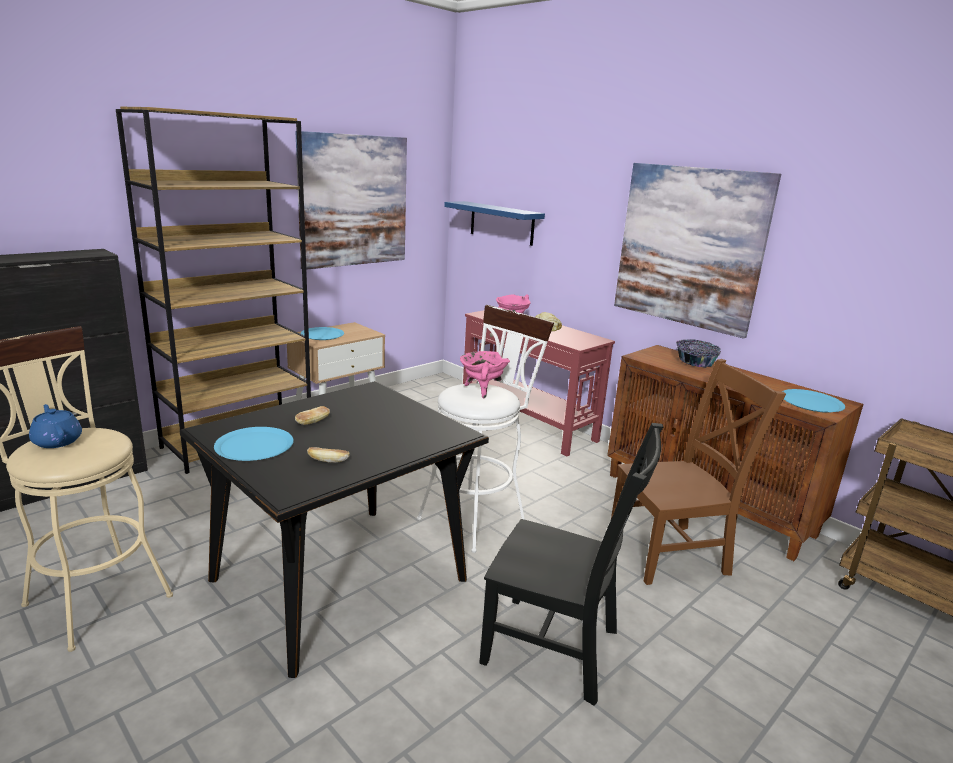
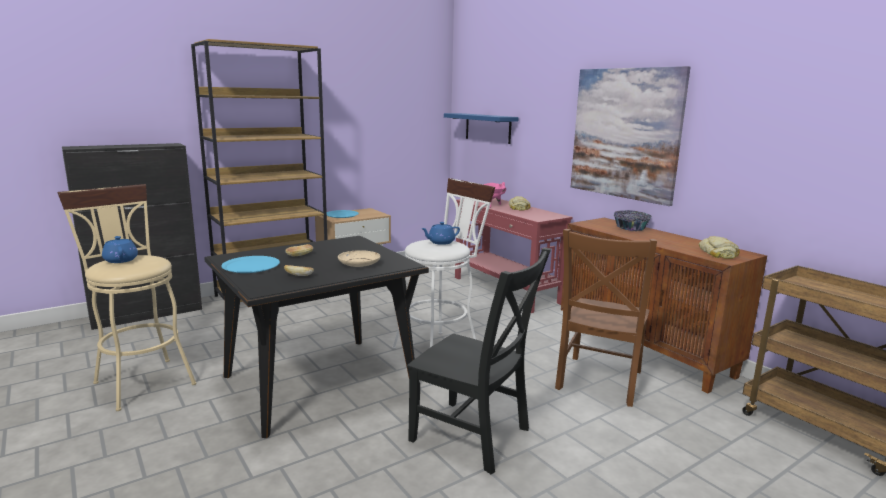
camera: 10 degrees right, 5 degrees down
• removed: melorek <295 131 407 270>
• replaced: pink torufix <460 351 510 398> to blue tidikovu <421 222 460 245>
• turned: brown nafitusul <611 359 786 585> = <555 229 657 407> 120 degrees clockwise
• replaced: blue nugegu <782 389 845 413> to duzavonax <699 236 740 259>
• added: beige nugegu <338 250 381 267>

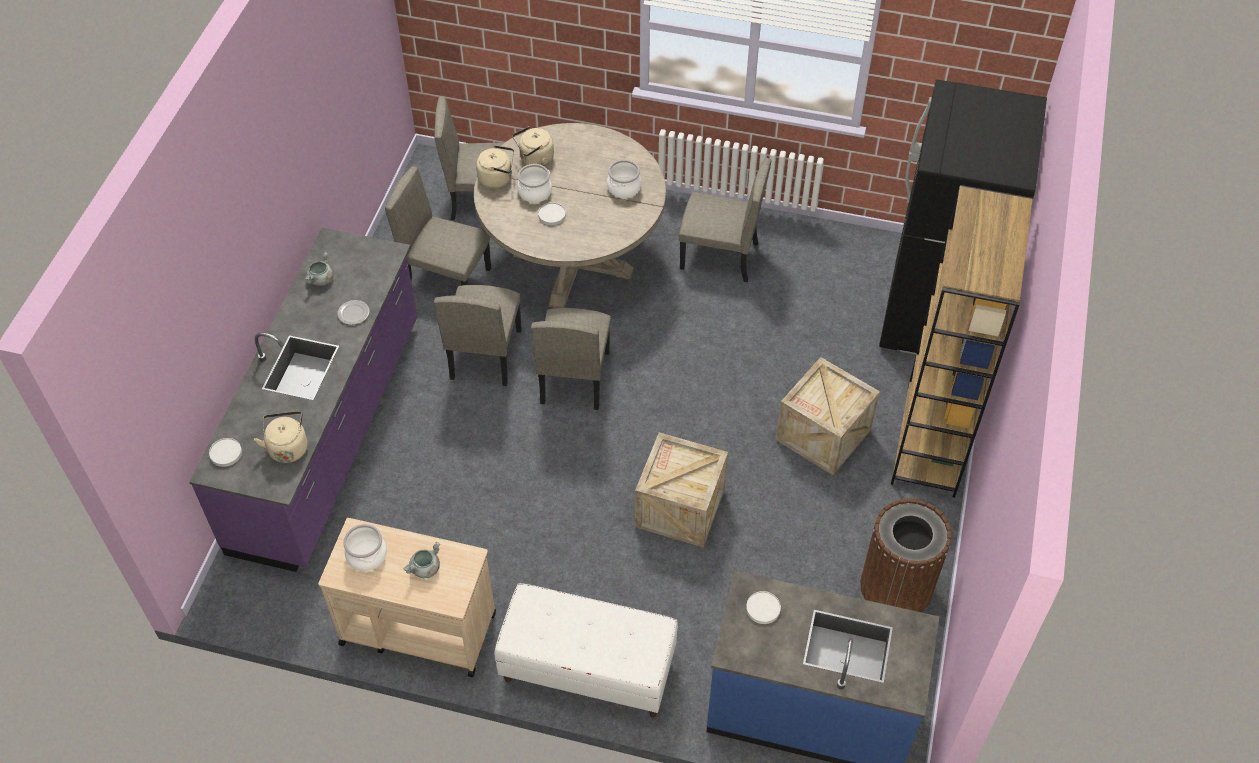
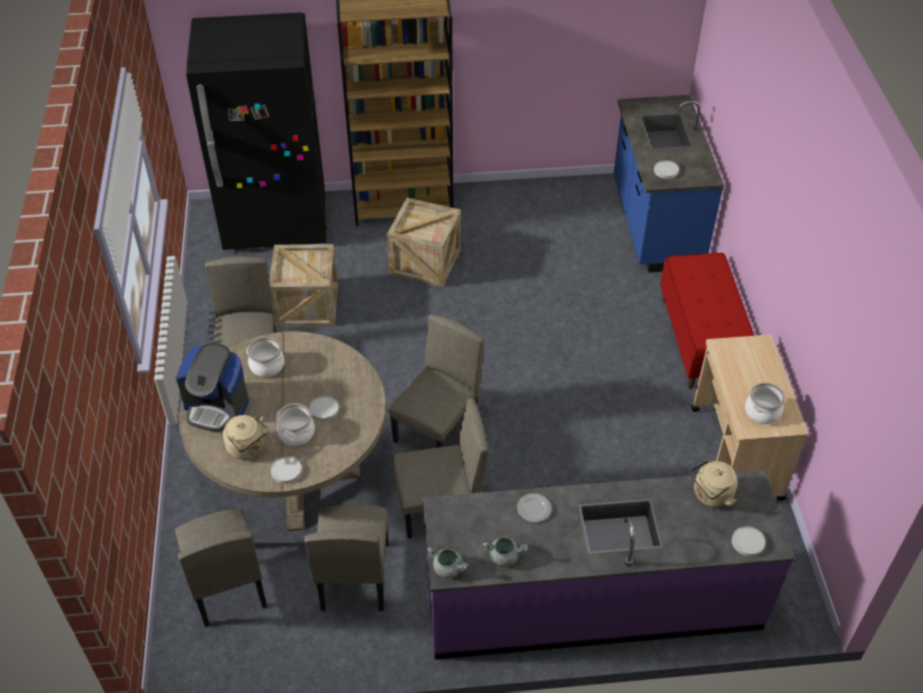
camera: 110 degrees left, 5 degrees down
• moved: grey torufix <403 542 440 578> to <427 548 468 578>
• replaced: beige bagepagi <476 145 514 188> to white nugegu <271 456 302 484>
• recoloured: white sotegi <494 583 678 718> to red sotegi <660 253 755 389>
• turned: beige nafitusul <531 308 611 410> = <388 314 484 448> 45 degrees counterclockwise
• moved: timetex <635 432 728 548> to <269 244 338 327>
• removed: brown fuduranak <860 499 952 612>
• added: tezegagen <176 343 249 432>

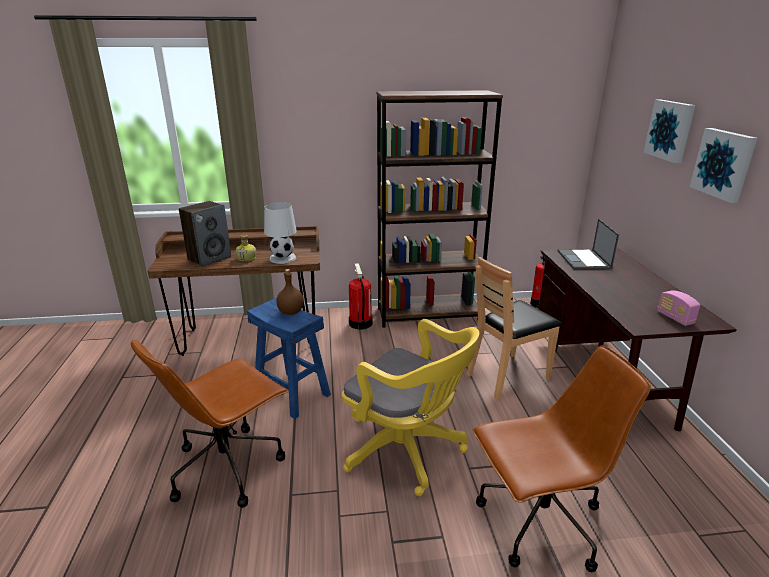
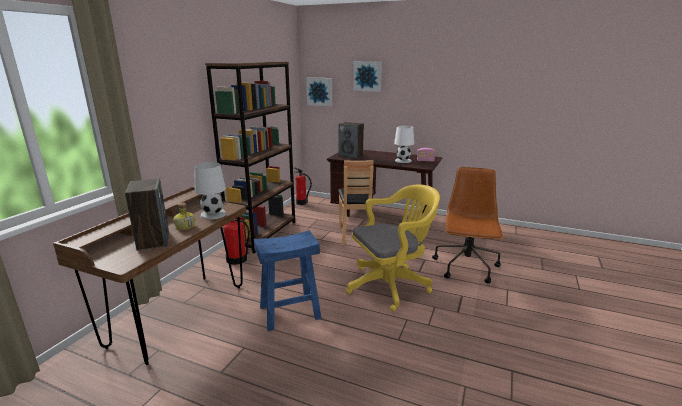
camera: 60 degrees left, 5 degrees down
• removed: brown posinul <131 339 289 508>
• removed: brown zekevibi <276 269 304 315>
• replaced: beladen <558 219 619 270> to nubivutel <339 122 364 159>
• moved: melorek <690 128 757 203> to <306 77 332 106>
• added: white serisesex <394 125 414 163>

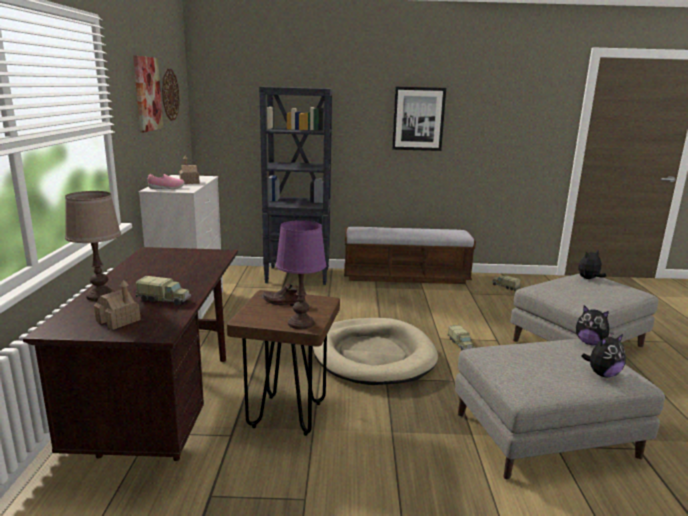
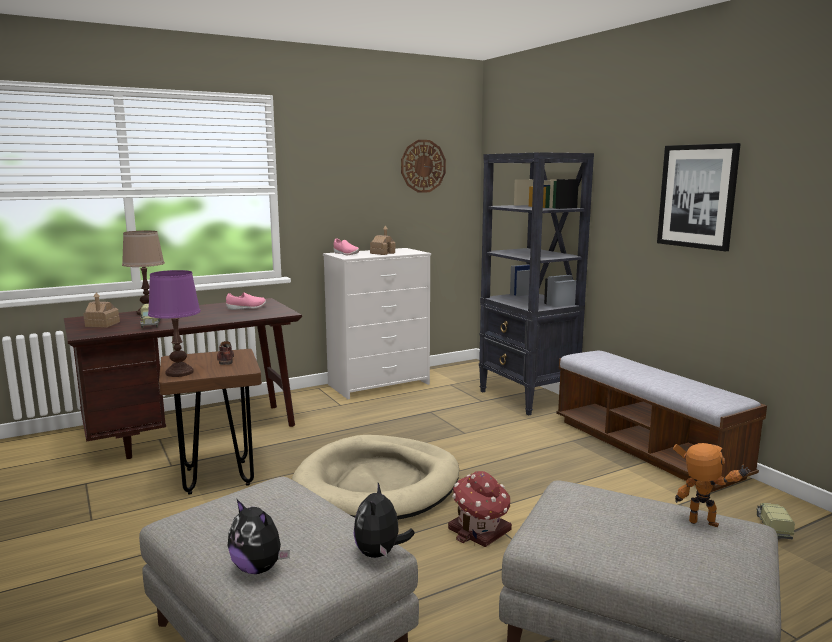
camera: 60 degrees right, 5 degrees down
• removed: melorek <133 55 163 133>
• replaced: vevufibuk <448 325 474 351> to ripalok <448 471 512 547>
• replaced: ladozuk <578 249 606 279> to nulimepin <673 443 750 527>
• added: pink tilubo <226 292 266 310>

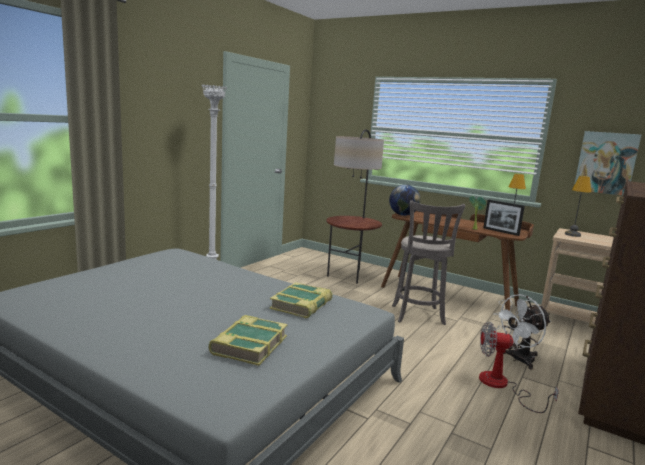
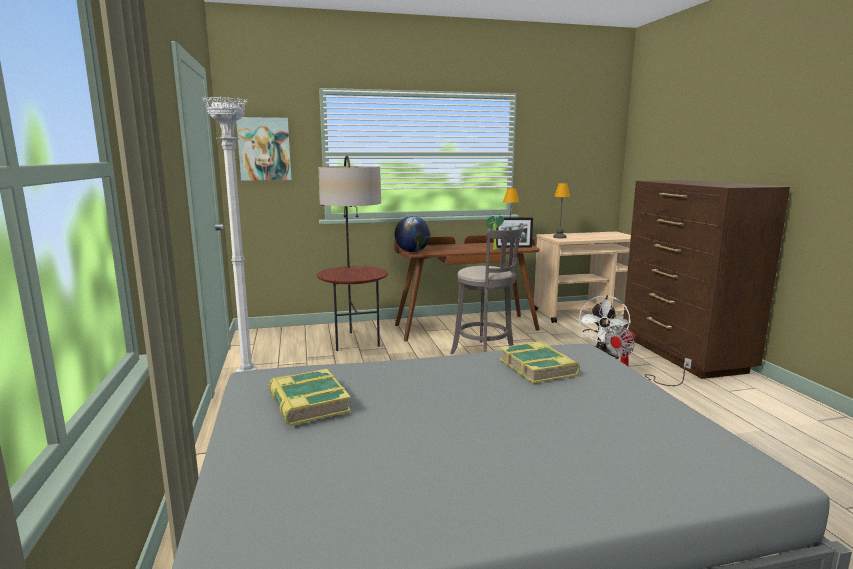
camera: 45 degrees left, 0 degrees up
• moved: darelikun <208 315 288 366> to <268 369 351 426>
• moved: melorek <574 131 641 196> to <236 117 292 181>

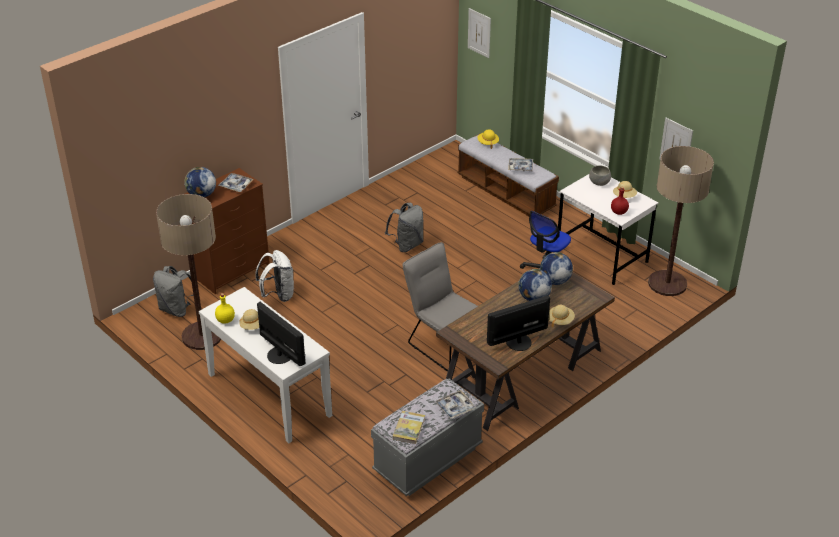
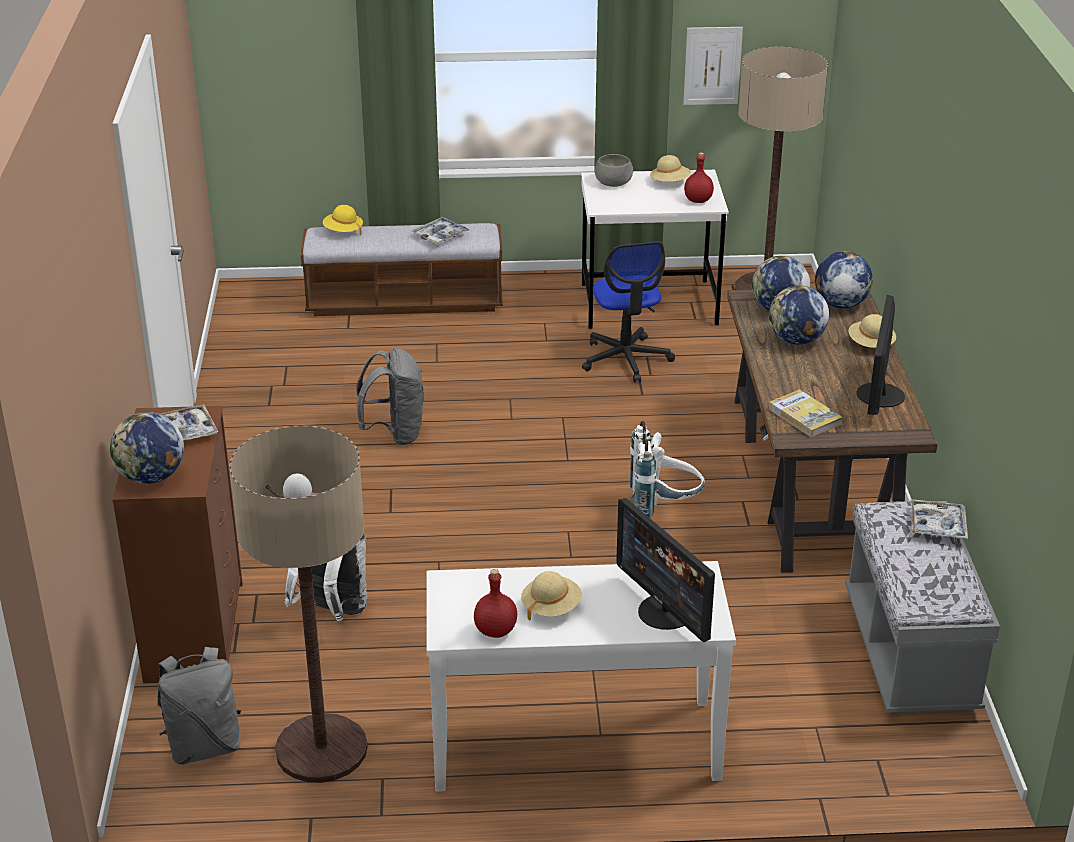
camera: 50 degrees left, 5 degrees down
• recoloured: yellow zekevibi <215 293 235 324> to red zekevibi <474 569 517 638>
• turned: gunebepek <257 302 305 366> = <616 498 715 642> 120 degrees counterclockwise
• moved: darelikun <393 411 425 444> to <769 389 842 437>
• replaced: grey nafitusul <402 242 478 372> to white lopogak <630 421 705 518>
• removed: melorek <468 8 491 58>
• added: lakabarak <815 251 873 308>

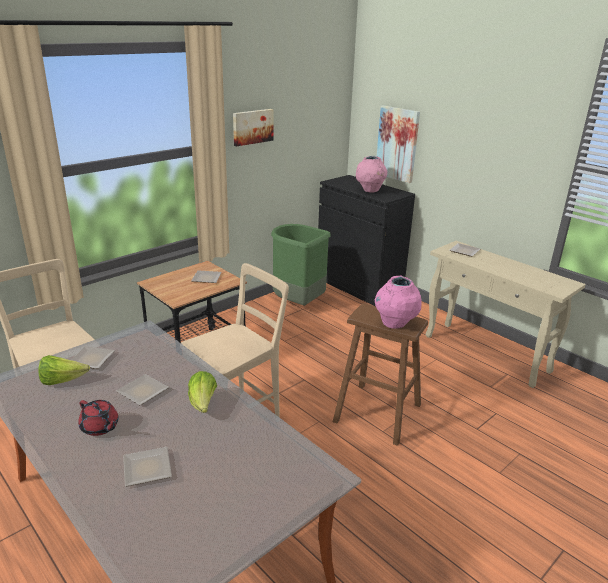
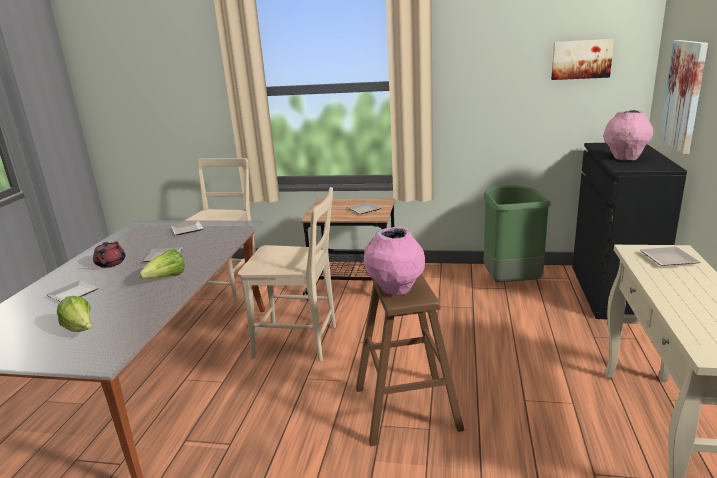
camera: 55 degrees right, 5 degrees down
• moved: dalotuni <39 355 90 385> to <57 296 92 332>
• moved: melorek <233 109 273 146> to <551 39 614 80>

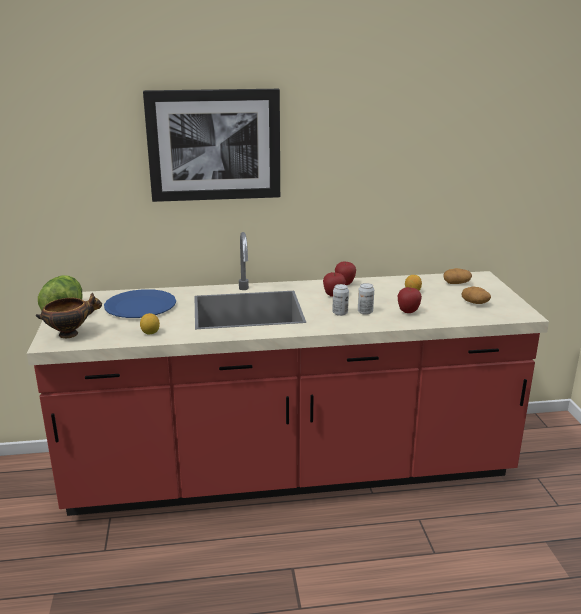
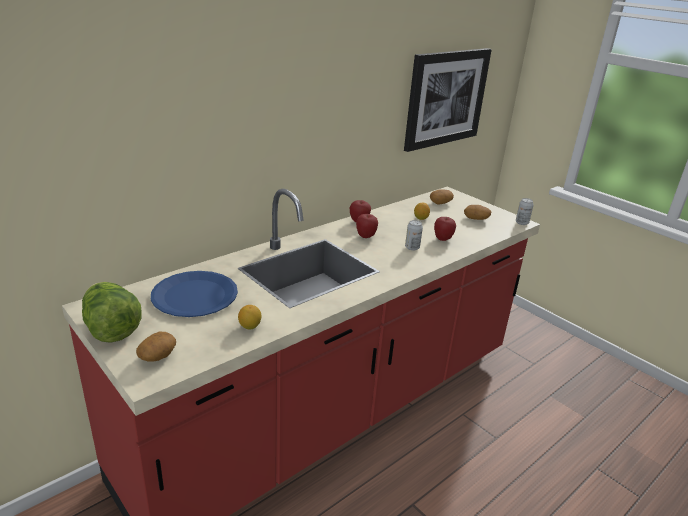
camera: 35 degrees left, 5 degrees up
• replaced: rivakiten <36 293 102 338> to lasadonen <136 332 176 362>
• moved: melorek <143 89 280 202> to <404 48 492 152>
• moved: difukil <332 284 349 316> to <516 198 534 225>

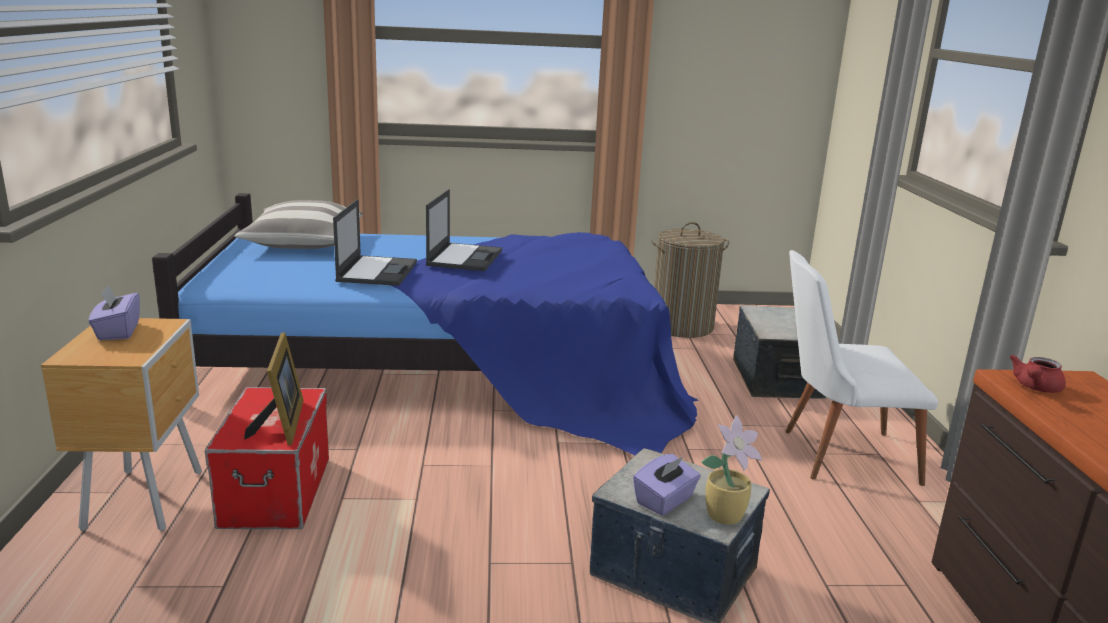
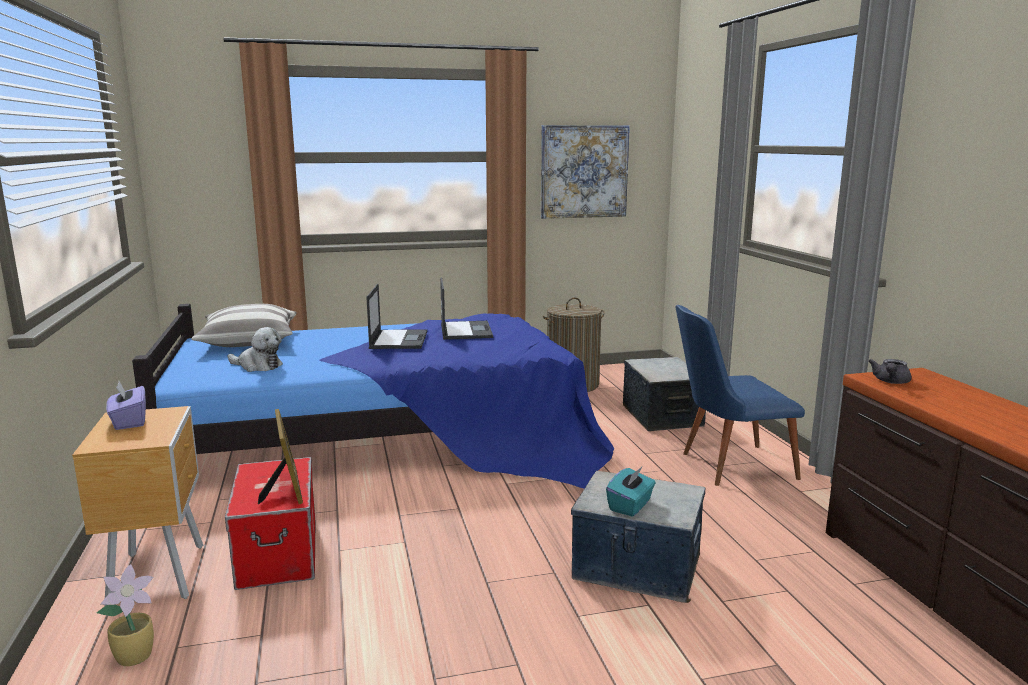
camera: 10 degrees left, 5 degrees down
• moved: beladen <333 199 417 286> to <440 277 493 340>
• recoloured: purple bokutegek <633 454 701 516> to turquoise bokutegek <606 466 656 517>
• moved: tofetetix <701 415 762 525> to <97 564 154 666>
• recoloured: white nafitusul <785 250 938 486> to blue nafitusul <676 305 805 486>
• recoloured: red tidikovu <1009 355 1066 393> to grey tidikovu <869 359 911 384>
• added: ladozuk <228 327 283 372>
• added: melorek <541 125 630 219>

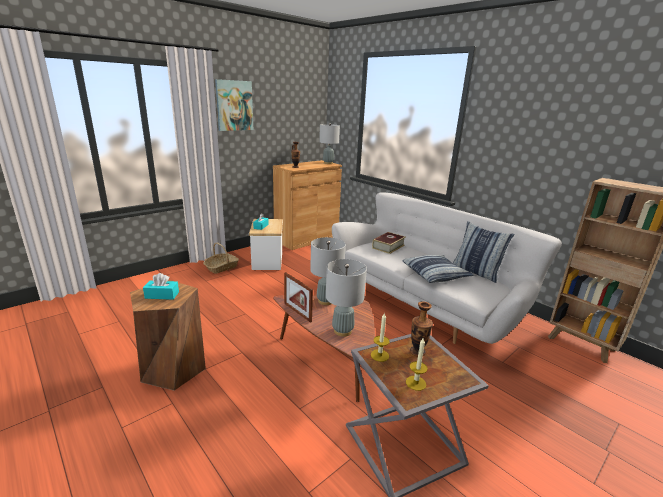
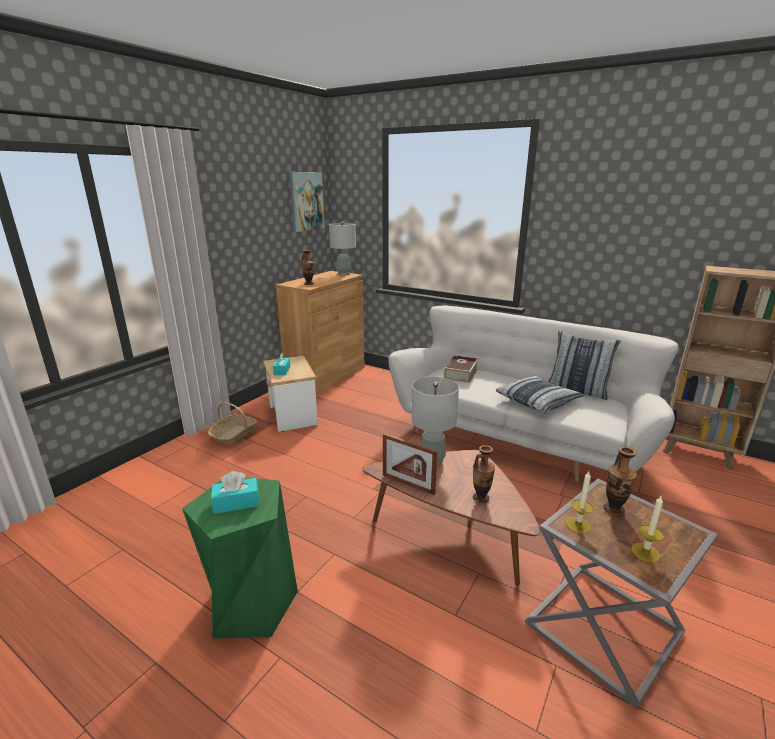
camera: 15 degrees left, 0 degrees up
• recoloured: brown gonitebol <130 280 206 390> to green gonitebol <182 478 298 639>
• moved: melorek <215 79 253 131> to <289 172 325 232>
• replaced: grey serisesex <326 259 367 337> to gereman <473 445 495 503>

